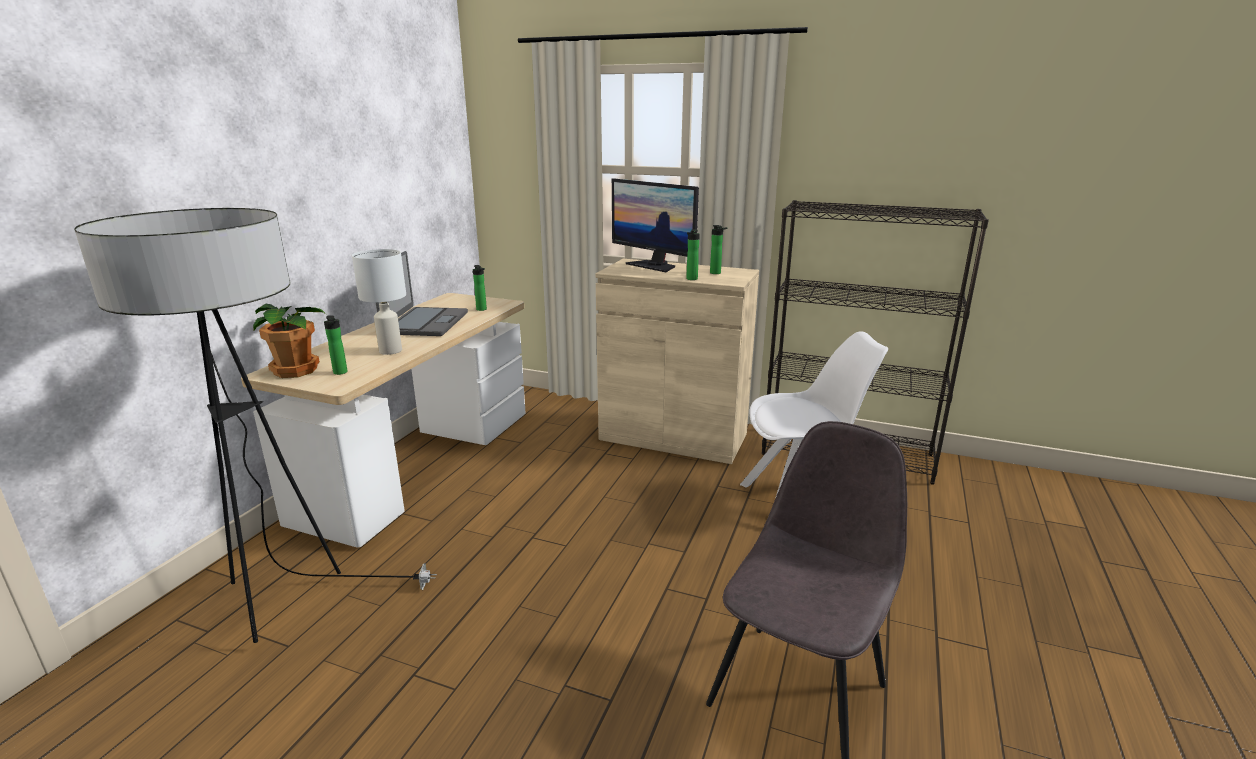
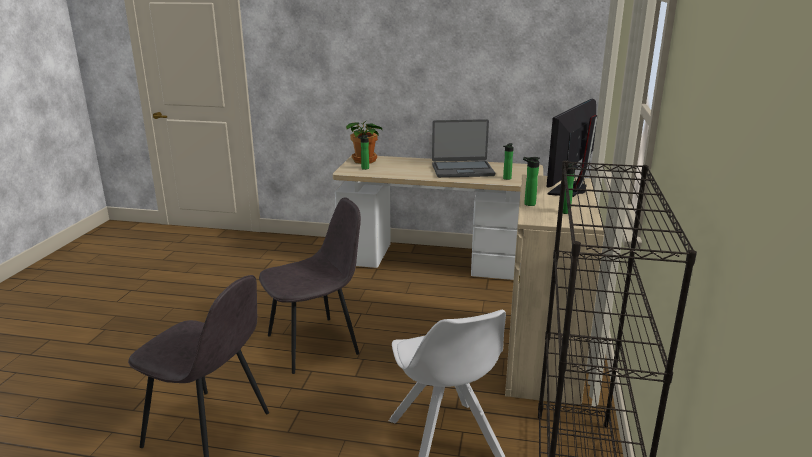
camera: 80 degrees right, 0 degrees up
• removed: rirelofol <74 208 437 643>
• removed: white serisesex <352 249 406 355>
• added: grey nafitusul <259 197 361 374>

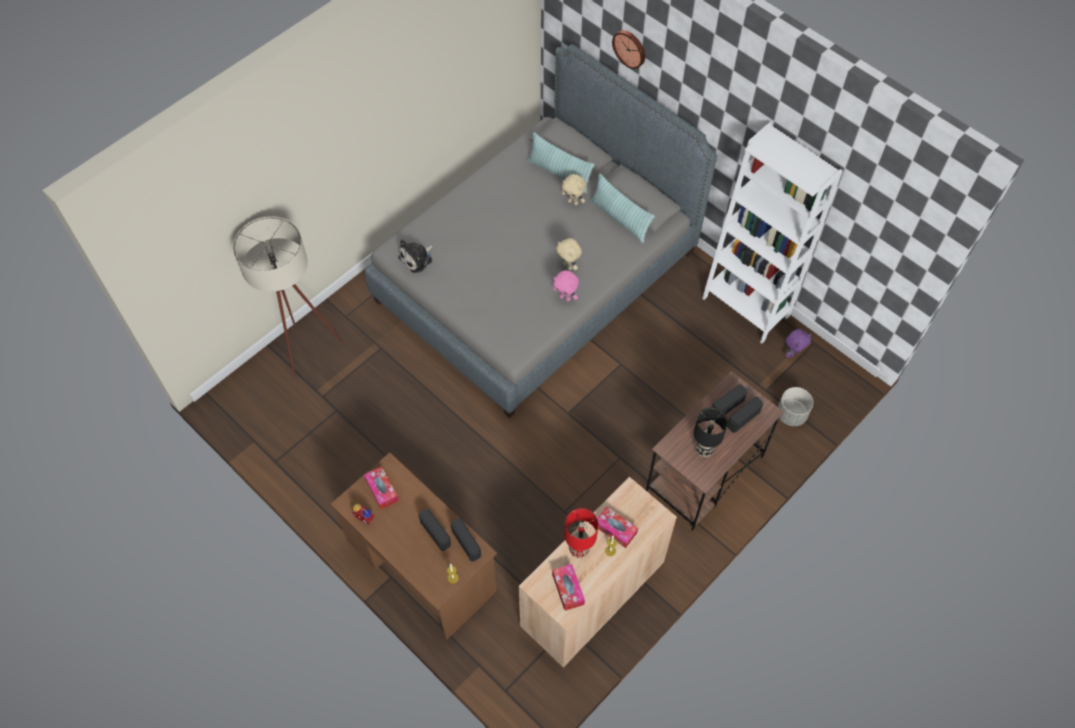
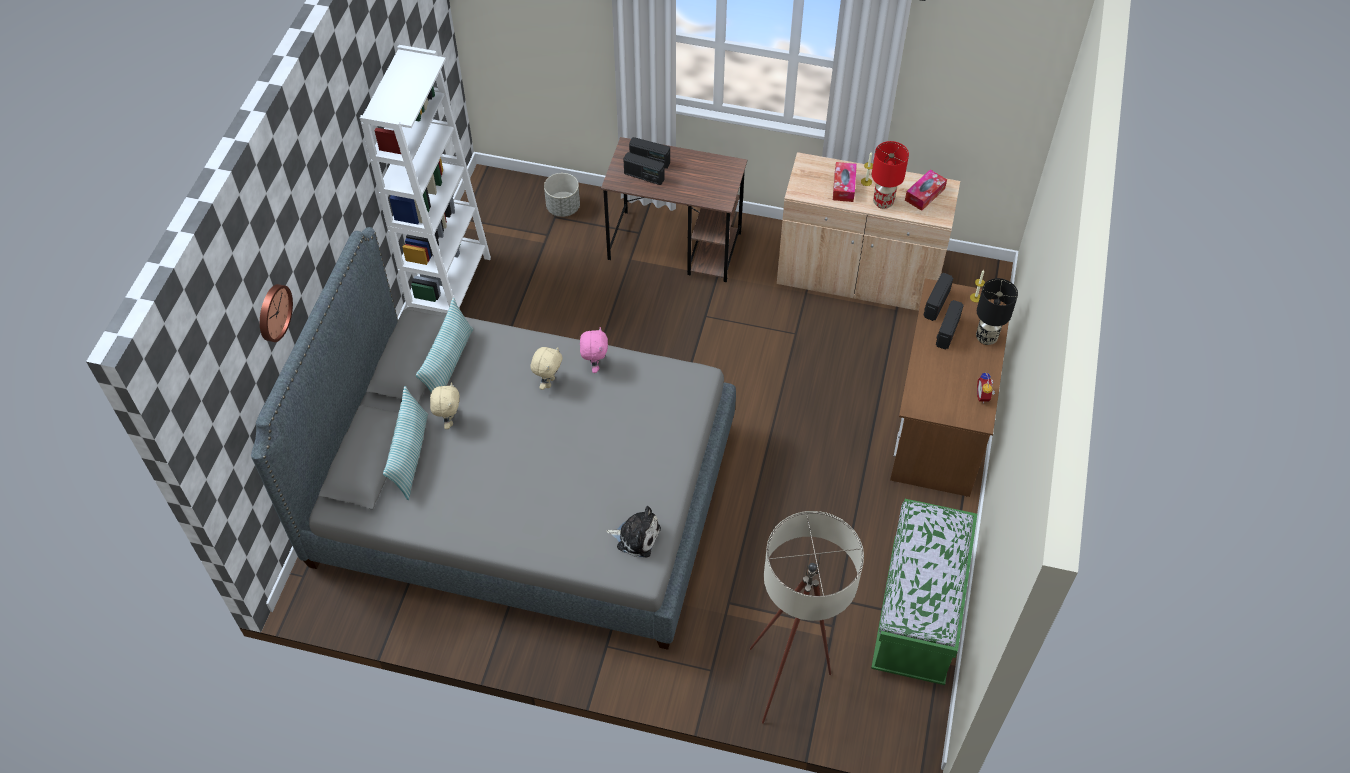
camera: 120 degrees left, 5 degrees down
• removed: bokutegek <364 466 399 509>
• moved: black serisesex <694 407 728 457> to <976 278 1018 345>
• removed: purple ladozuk <785 329 811 358>
• added: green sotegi <871 499 977 685>

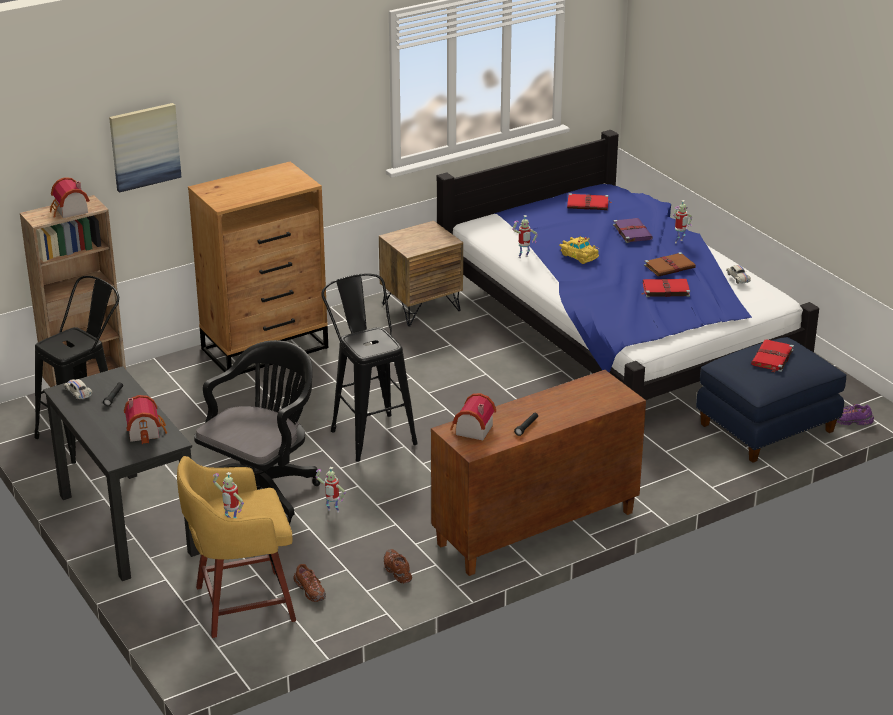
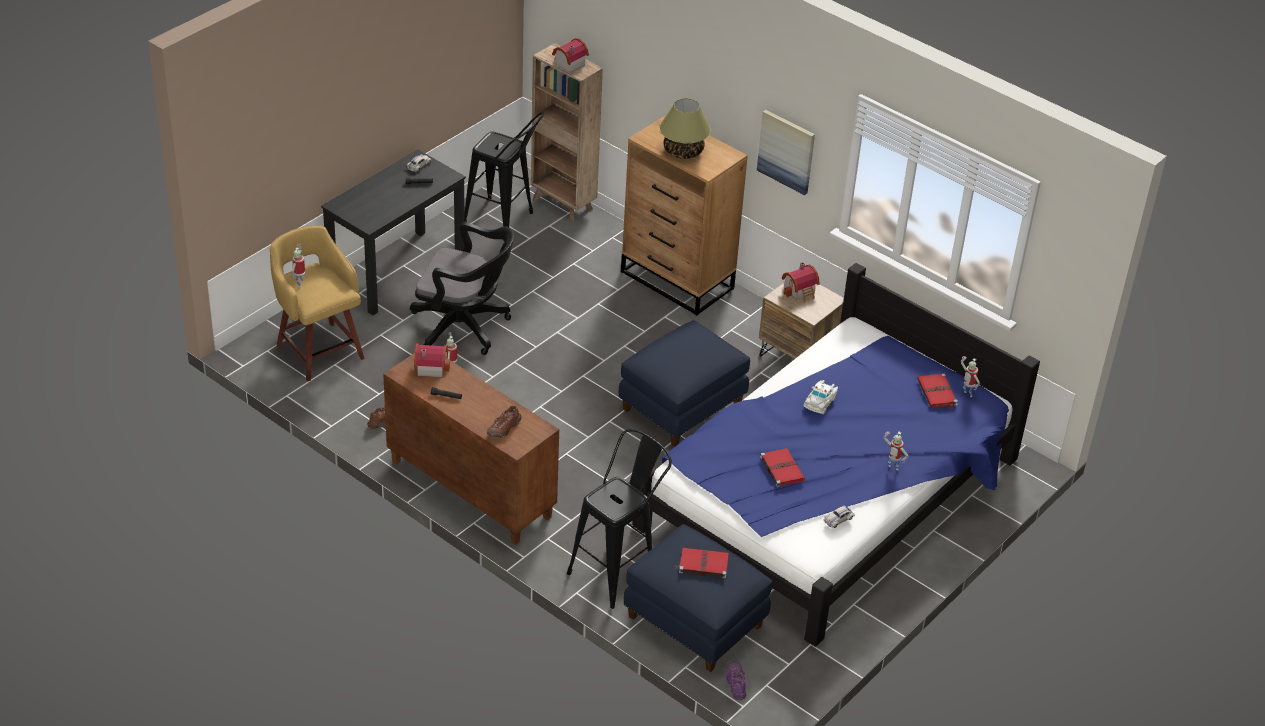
camera: 70 degrees right, 10 degrees up
• moved: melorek <109 103 181 193> to <757 110 815 195>
• moved: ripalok <124 395 167 444> to <782 262 820 303>
• moved: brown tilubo <294 564 326 602> to <487 406 521 438>
• moved: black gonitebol <321 273 418 462> to <567 429 672 609>
• moved: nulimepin <512 215 538 258> to <961 356 980 397>
• recoloured: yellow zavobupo <559 236 599 264> to white zavobupo <803 380 838 414>
• removed: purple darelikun <613 218 653 243>
• removed: brown darelikun <644 252 696 277>
• added: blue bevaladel <619 320 750 447>
• added: serisesex <660 98 711 159>

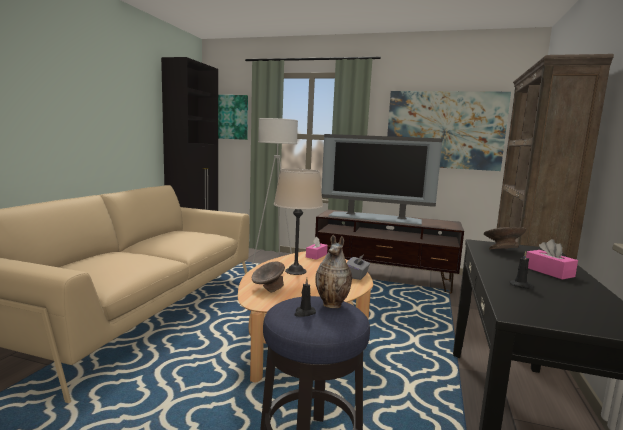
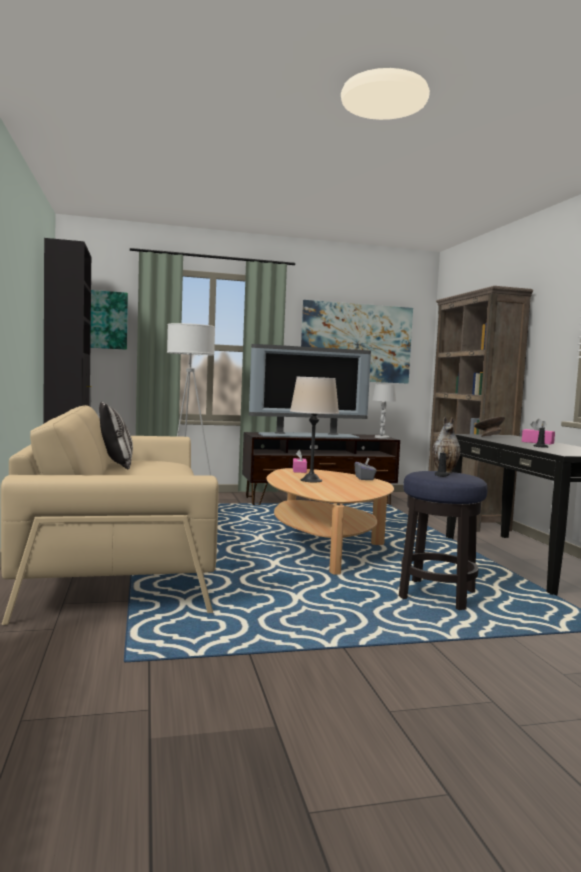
camera: 30 degrees left, 5 degrees down
• removed: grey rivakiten <252 261 285 293>
• added: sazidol <99 401 133 469>
• added: white serisesex <372 384 396 439>

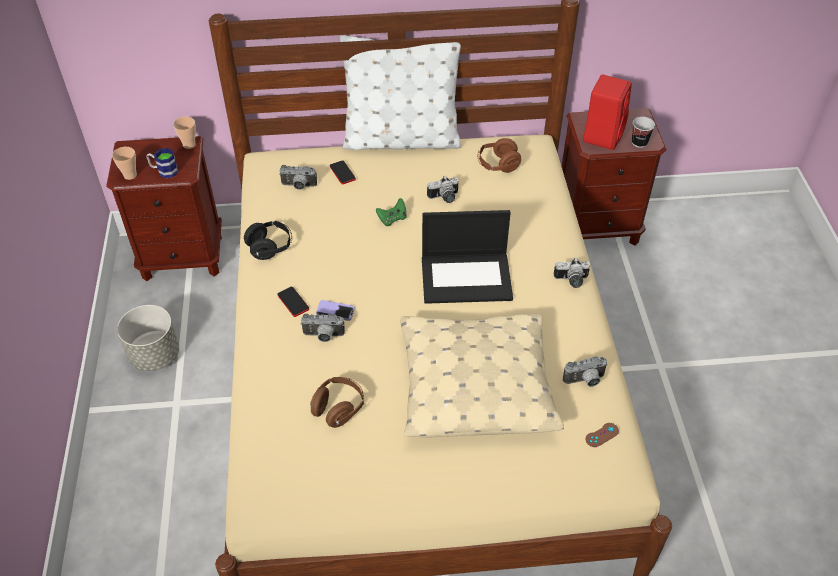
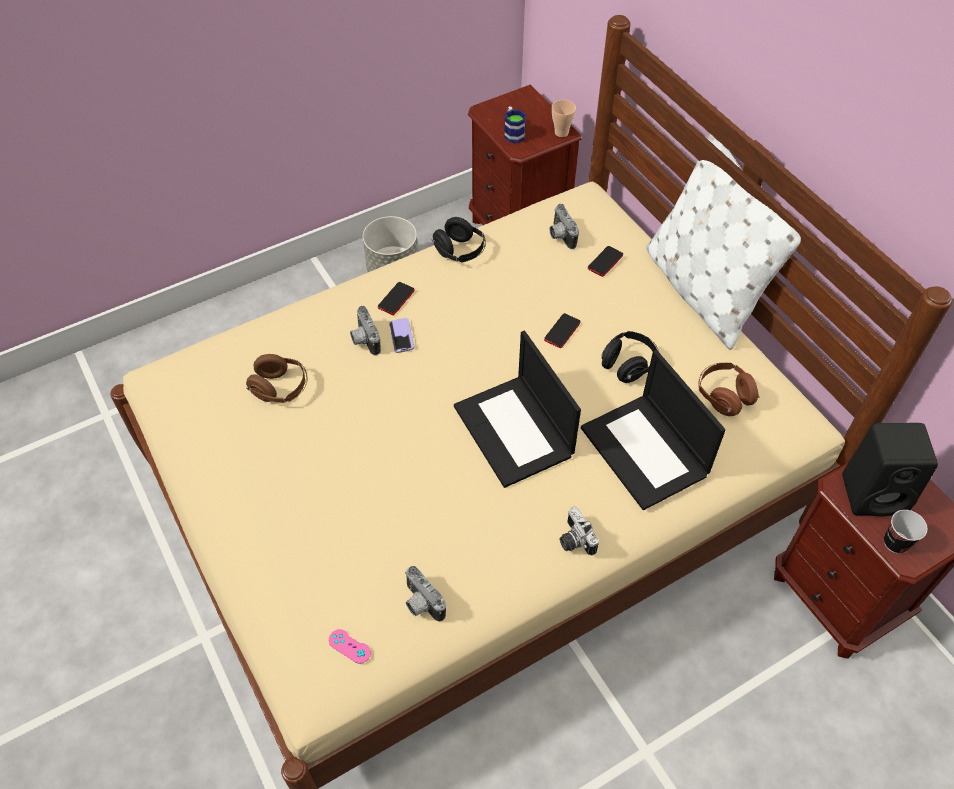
camera: 65 degrees right, 5 degrees up
• removed: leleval <112 147 137 180>
• replaced: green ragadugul <376 198 407 226> to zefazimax <544 313 580 348>
• removed: beige sazidol <400 313 564 437>
• replaced: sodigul <427 176 459 203> to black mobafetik <602 331 659 383>
• recoloured: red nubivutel <583 75 632 150> to black nubivutel <842 423 938 516>
• recoloured: brown ragadugul <586 423 619 447> to pink ragadugul <329 629 371 664>
• added: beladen <581 350 725 510>

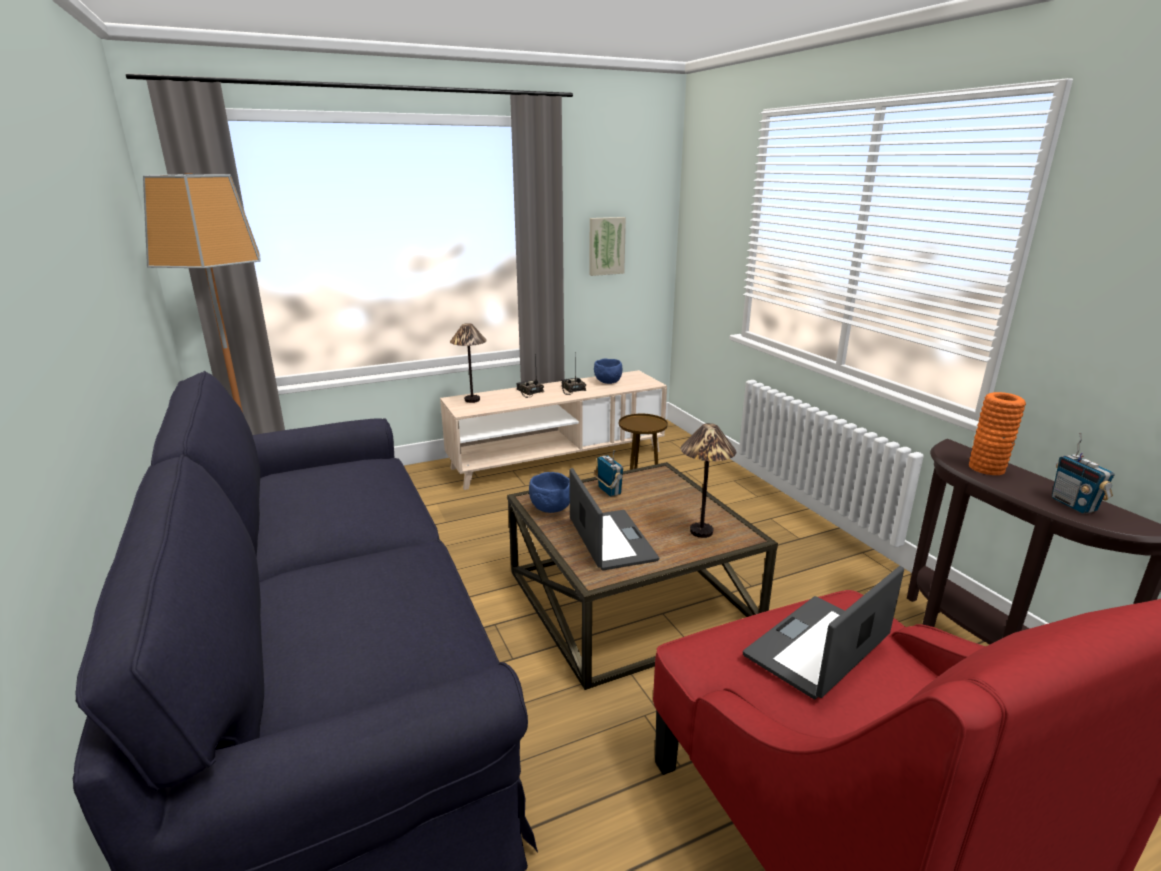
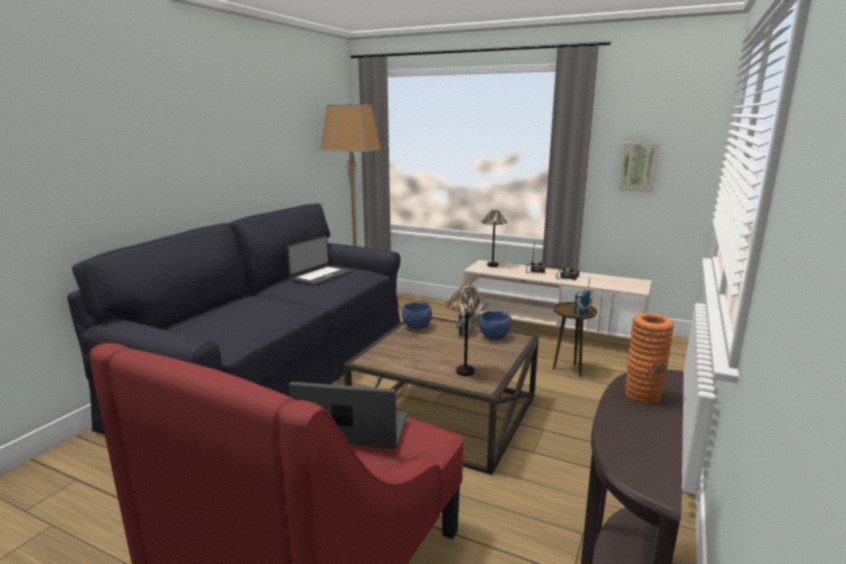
camera: 50 degrees right, 5 degrees down
• moved: beladen <569 468 659 570> to <287 236 352 286>
• moved: blue rivakiten <594 359 622 384> to <479 311 511 340>
• moved: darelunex <1052 433 1115 513> to <574 278 592 316>

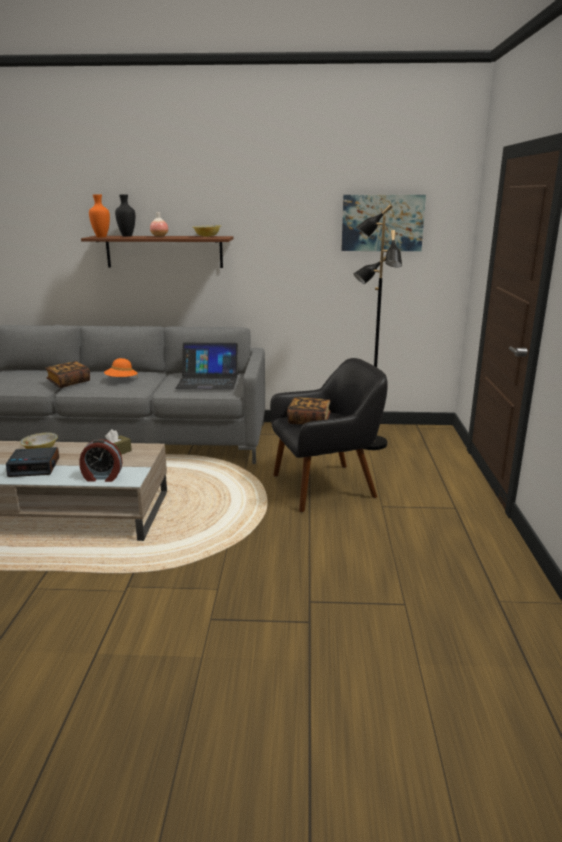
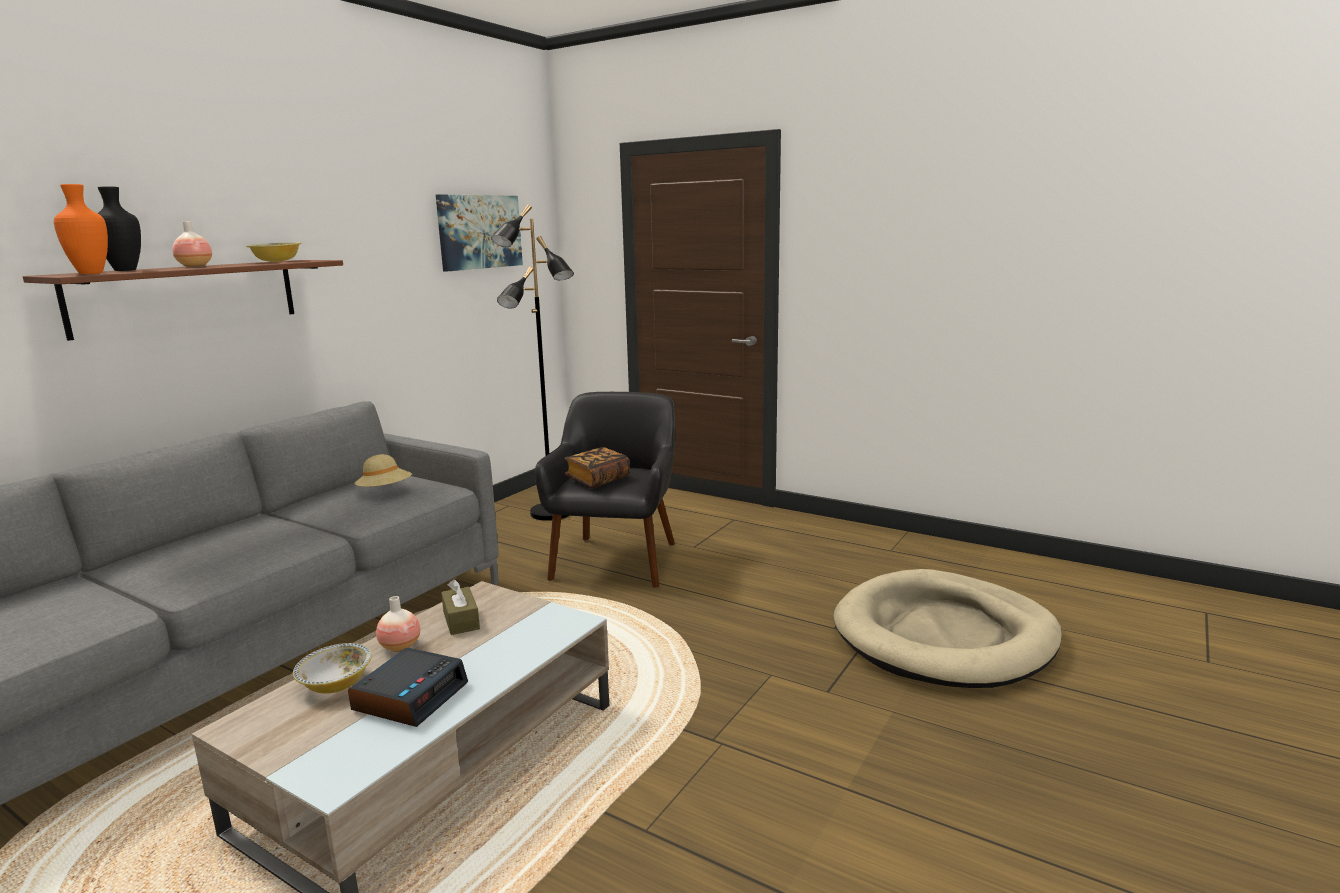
camera: 60 degrees left, 5 degrees down
• removed: darelikun <45 361 90 388>
• removed: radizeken <79 439 123 482>
• removed: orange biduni <104 358 138 379>
• replaced: beladen <175 343 238 390> to beige biduni <354 454 412 487>
• added: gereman <376 596 420 652>
• added: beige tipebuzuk <834 569 1062 688>

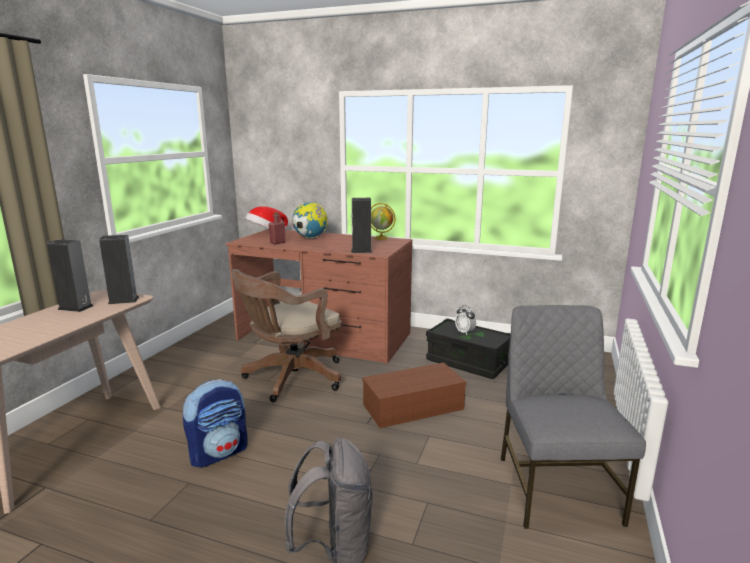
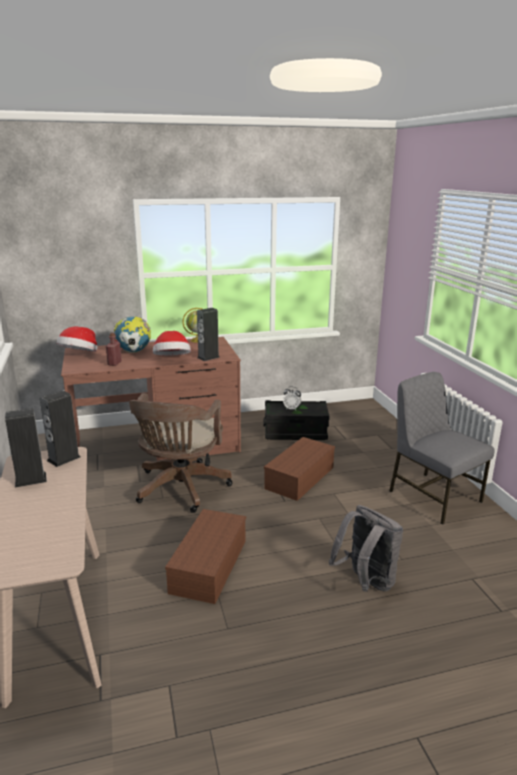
camera: 35 degrees left, 5 degrees up
• replaced: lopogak <183 379 248 468> to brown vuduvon <165 509 246 604>
• added: biduni <153 331 191 355>

